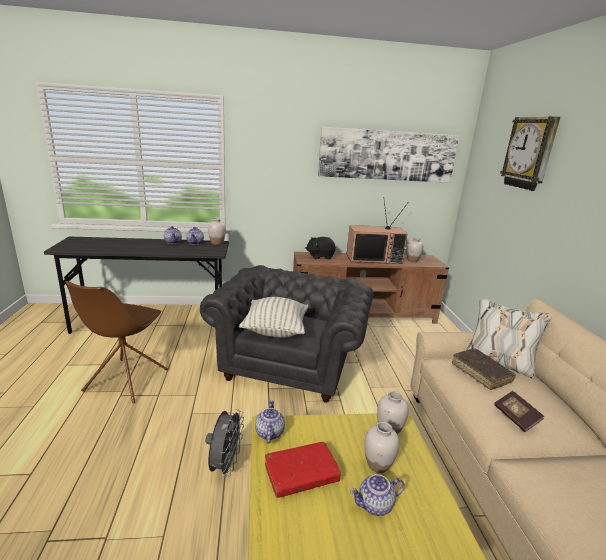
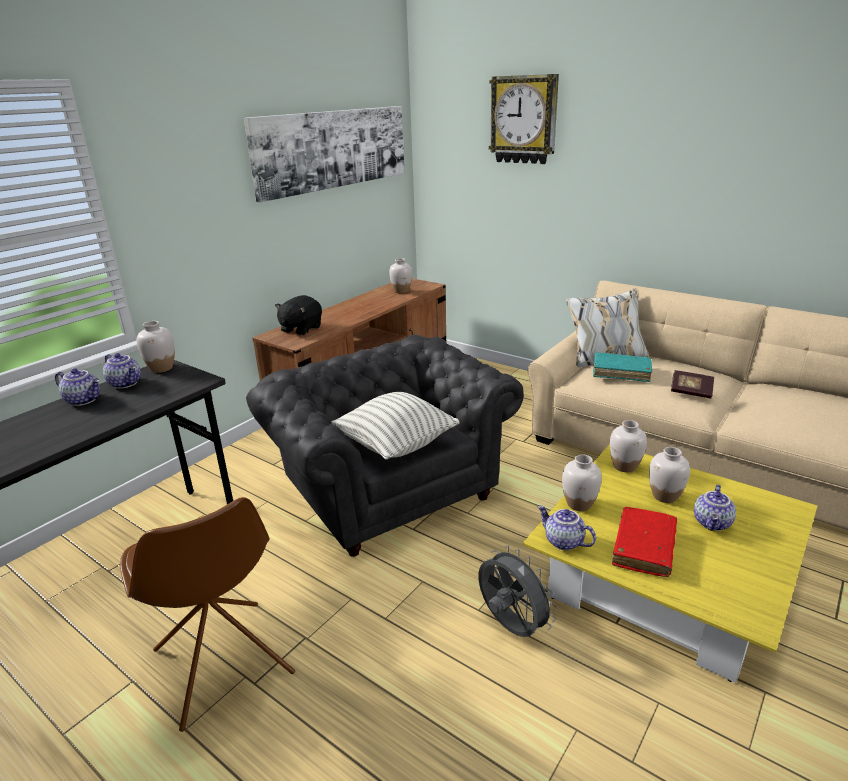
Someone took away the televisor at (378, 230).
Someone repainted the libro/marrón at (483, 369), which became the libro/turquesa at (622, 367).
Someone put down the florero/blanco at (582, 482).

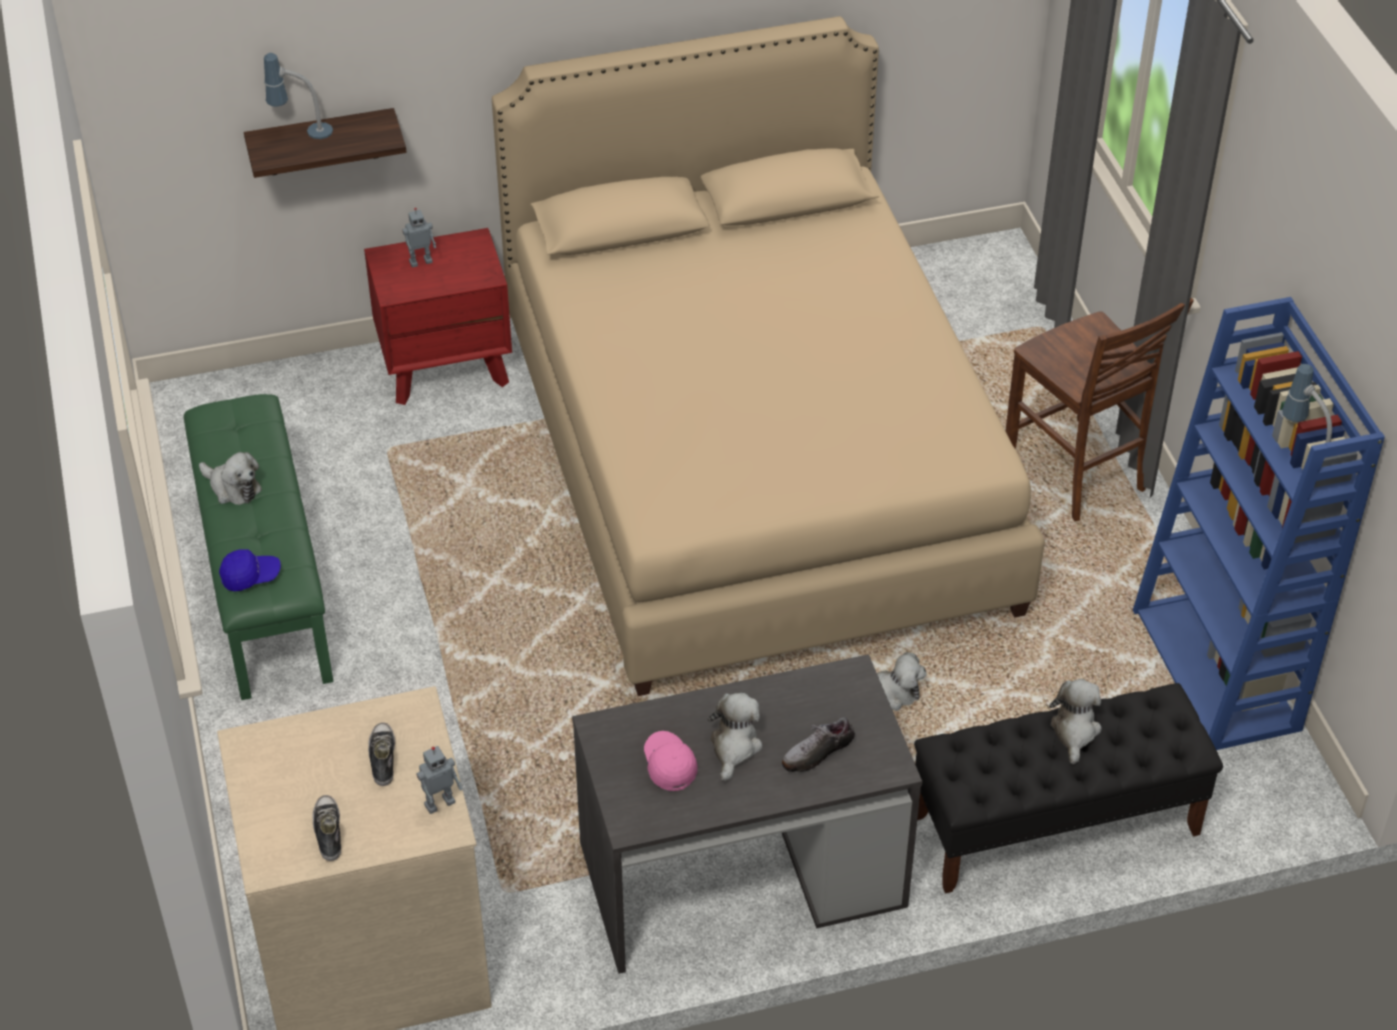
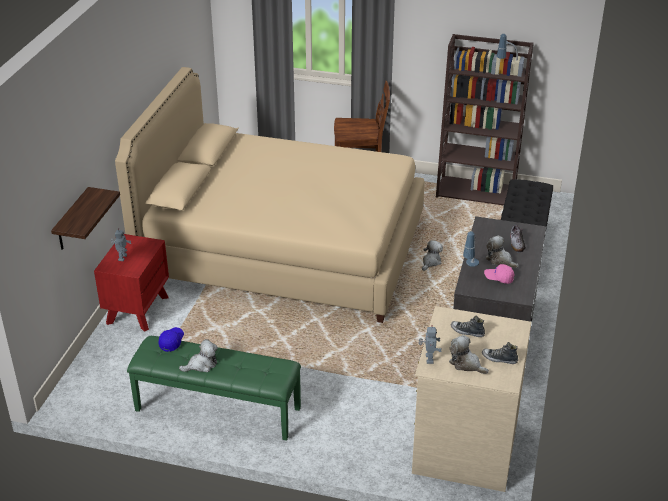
Someone carried the gorra/azul from (250, 570) to (171, 339).
Someone carried the lámpara de mesa from (298, 96) to (471, 249).
Someone carried the robot de juguete from (439, 780) to (430, 344).
Someone carried the peluche from (1075, 721) to (469, 354).
Someone repainted the estantería/azul at (1259, 523), which became the estantería/marrón at (484, 119).

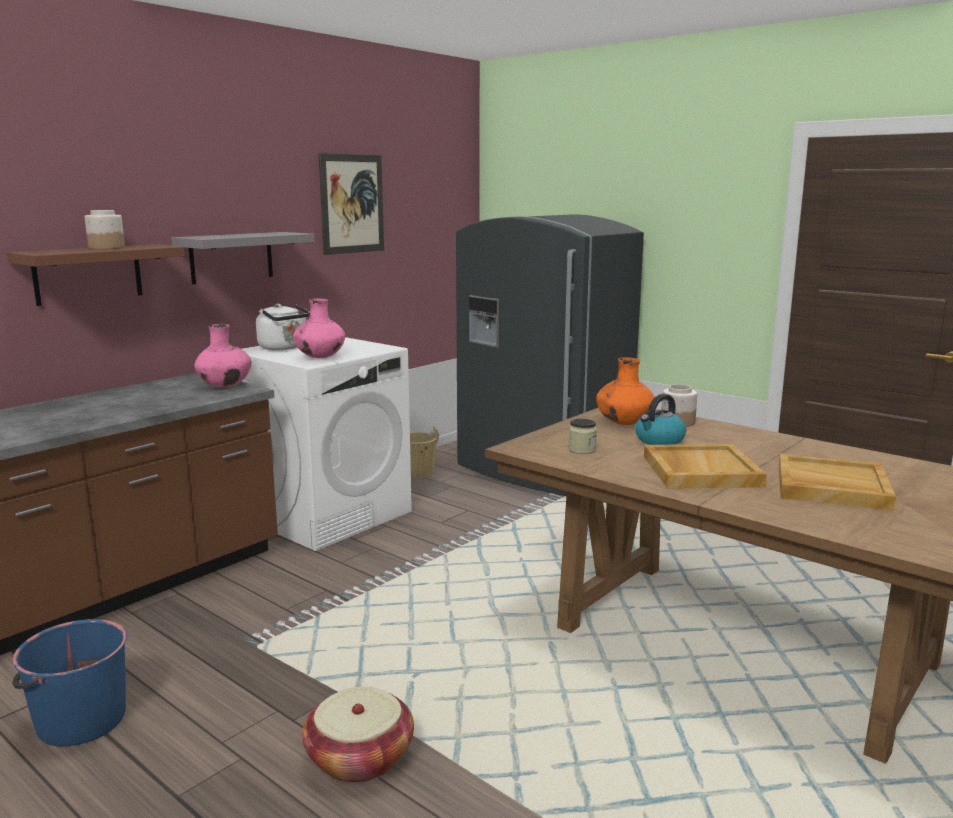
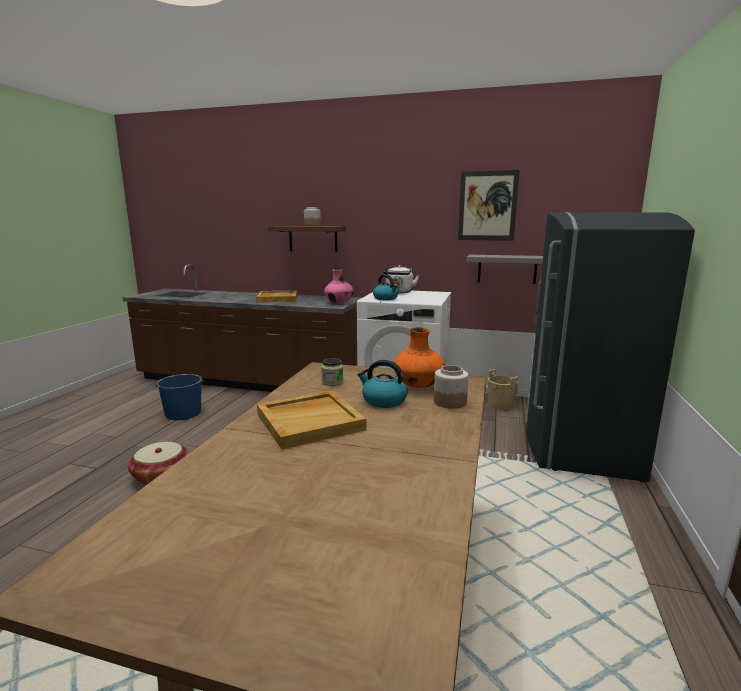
Someone carried the estante/gris from (242, 258) to (504, 269).
Someone swapped the florero/rosa at (319, 328) for the hervidor at (385, 287).
Someone carried the bandeja/beis from (837, 482) to (276, 296).

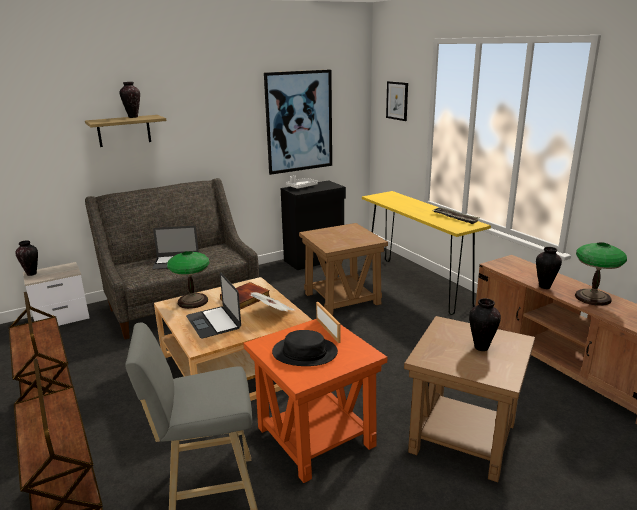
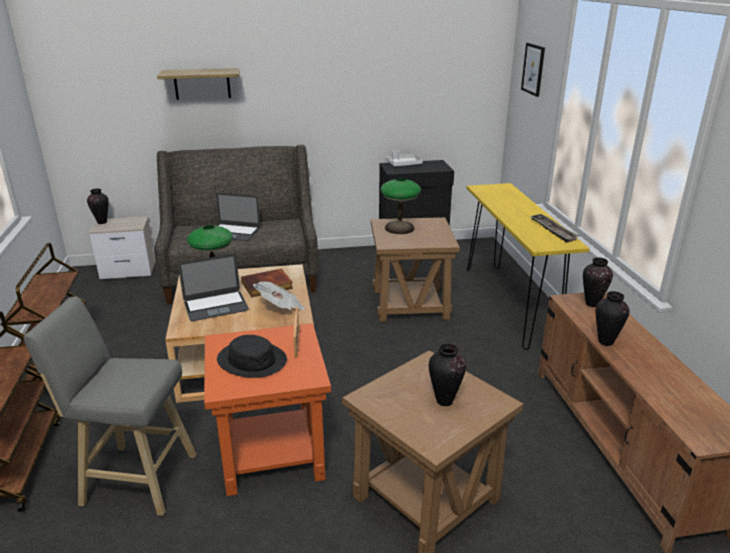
Someone carried the florero from (130, 100) to (598, 282).
Someone rotated the portátil at (213, 305) by 105 degrees counterclockwise.
Someone took away the cuadro at (298, 122).
Someone carried the lámpara de mesa from (601, 274) to (400, 206).

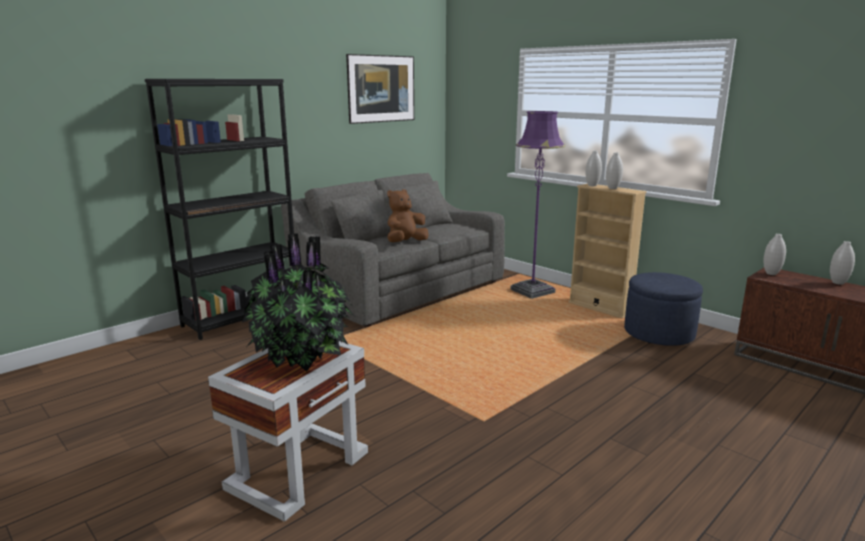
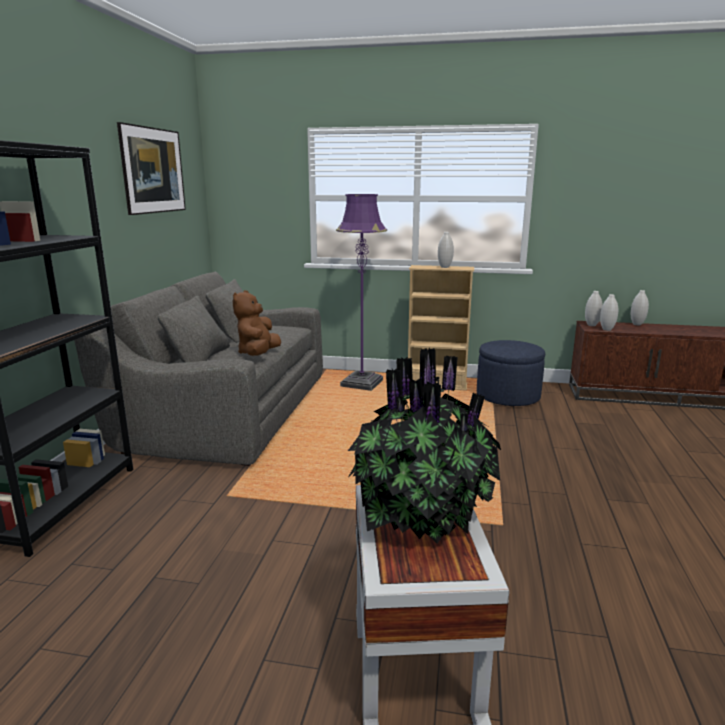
Someone carried the florero/blanco from (594, 168) to (609, 312).

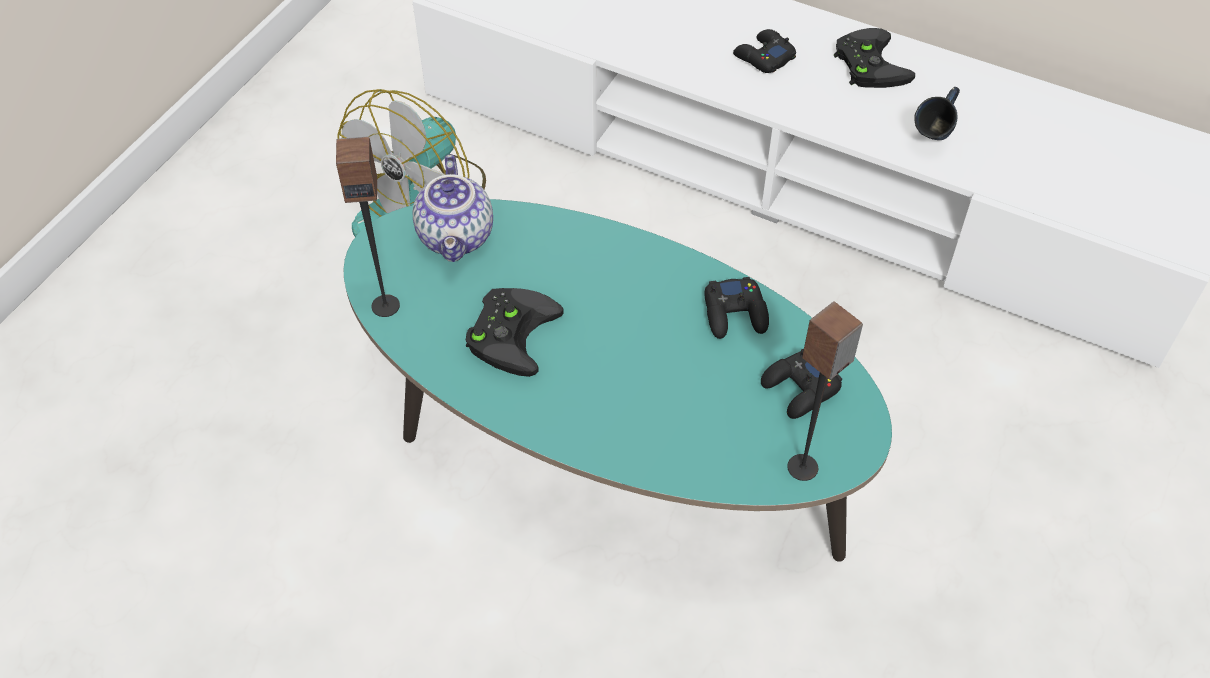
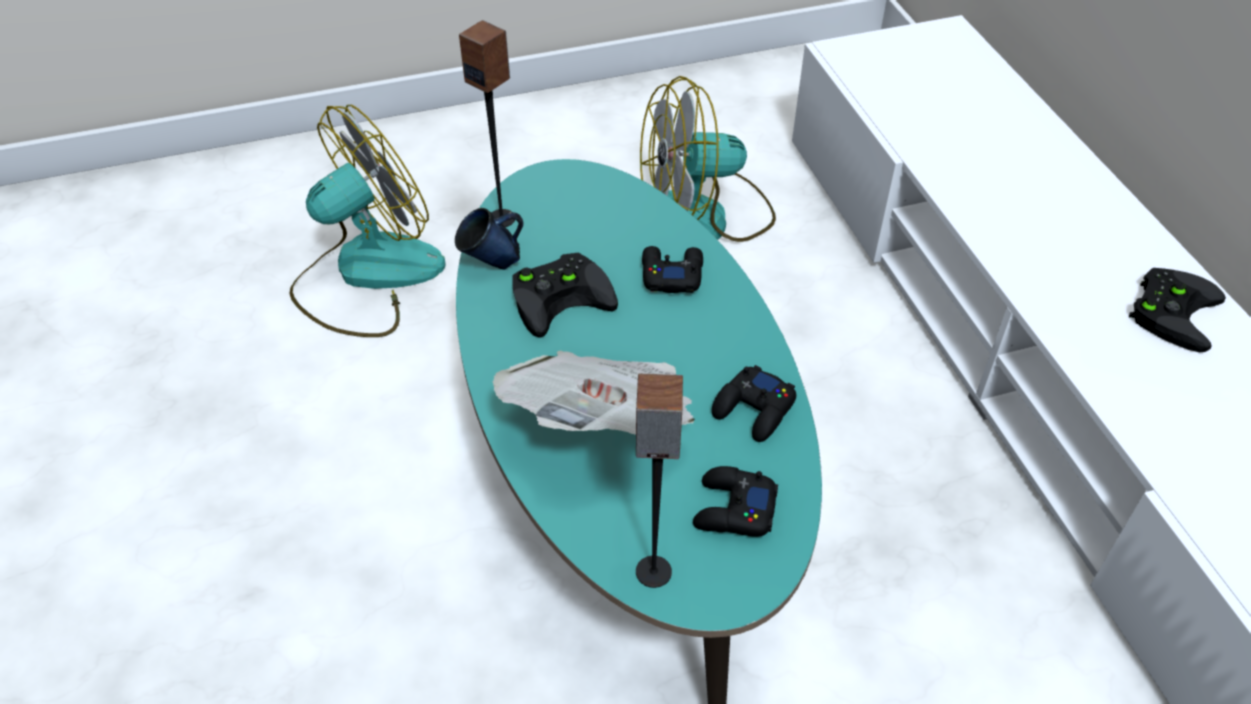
Someone took away the tetera at (453, 208).
Someone carried the mando de consola/negro from (764, 51) to (672, 269).
Someone carried the taza grande/azul from (937, 113) to (489, 239).
Someone put down the ventilador at (367, 221).
Someone put down the periódico at (594, 393).

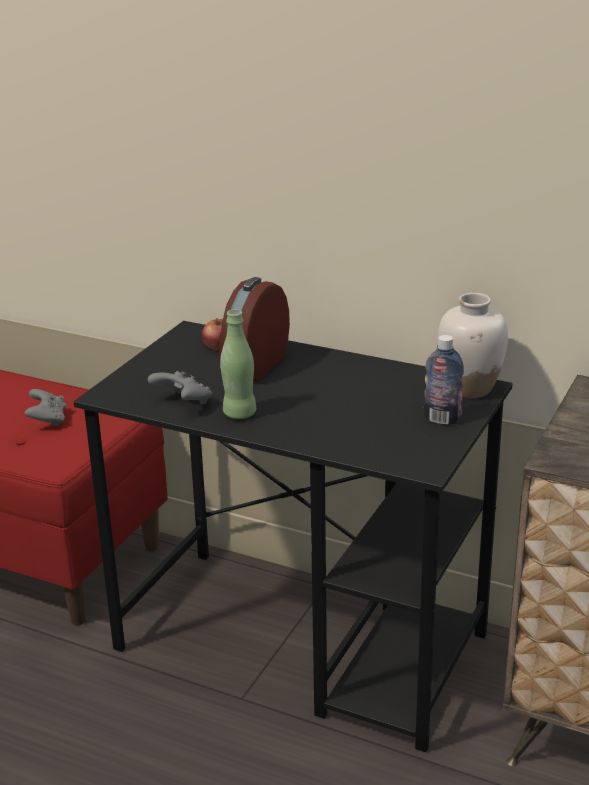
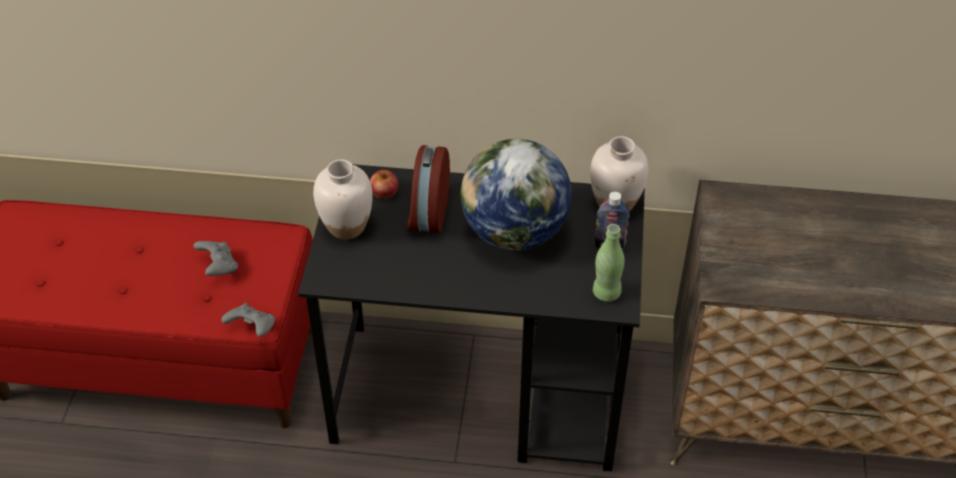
Someone carried the mando de consola/gris from (180, 387) to (248, 320).
Someone carried the botella/verde from (238, 364) to (609, 263).
Someone put down the florero/blanco at (343, 199).
Someone put down the globo terráqueo at (516, 194).

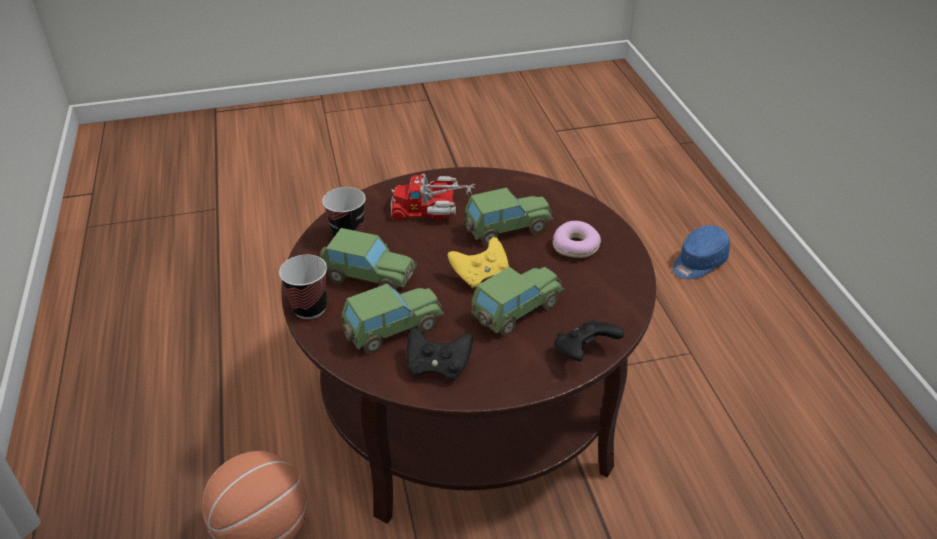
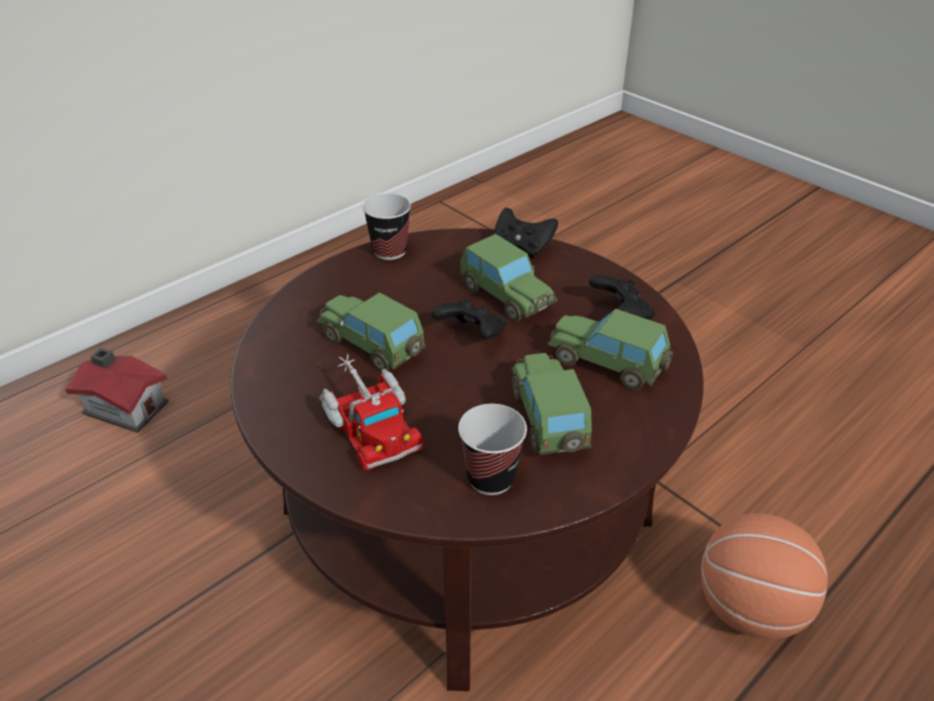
Someone carried the taza from (303, 287) to (386, 227).
Someone repainted the mando de consola/amarillo at (478, 263), which became the mando de consola/negro at (469, 318).
Someone rotated the coche de juguete at (517, 301) by 150 degrees counterclockwise.
Someone took away the rosquilla at (577, 239).
Someone swapped the gorra/azul at (701, 252) for the casita at (116, 390).

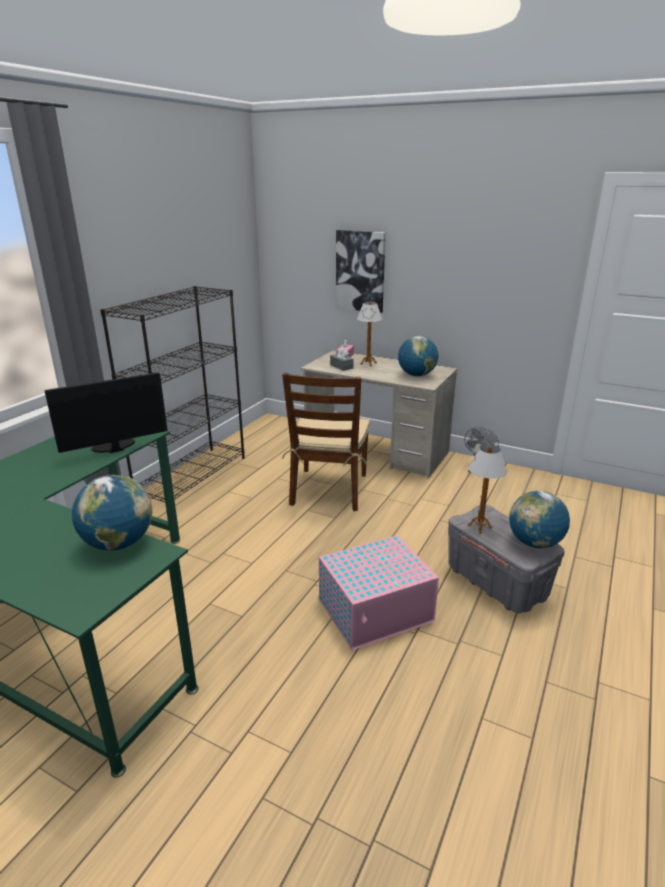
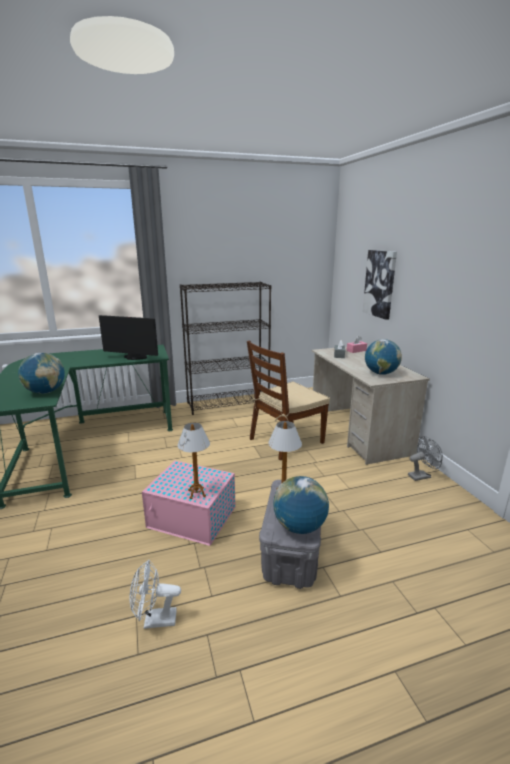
Someone carried the lámpara de mesa from (369, 333) to (194, 461).
Someone put down the ventilador/blanco at (155, 594).

